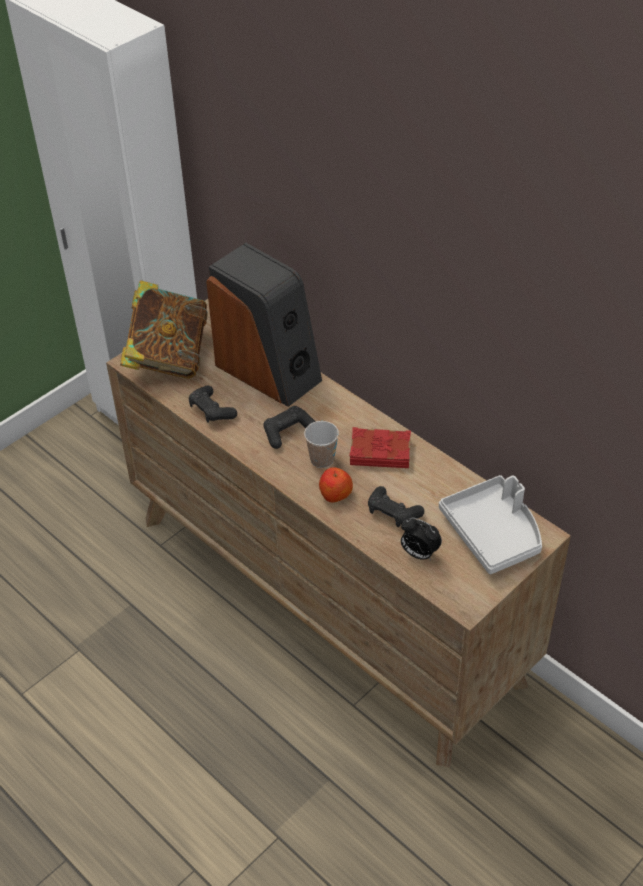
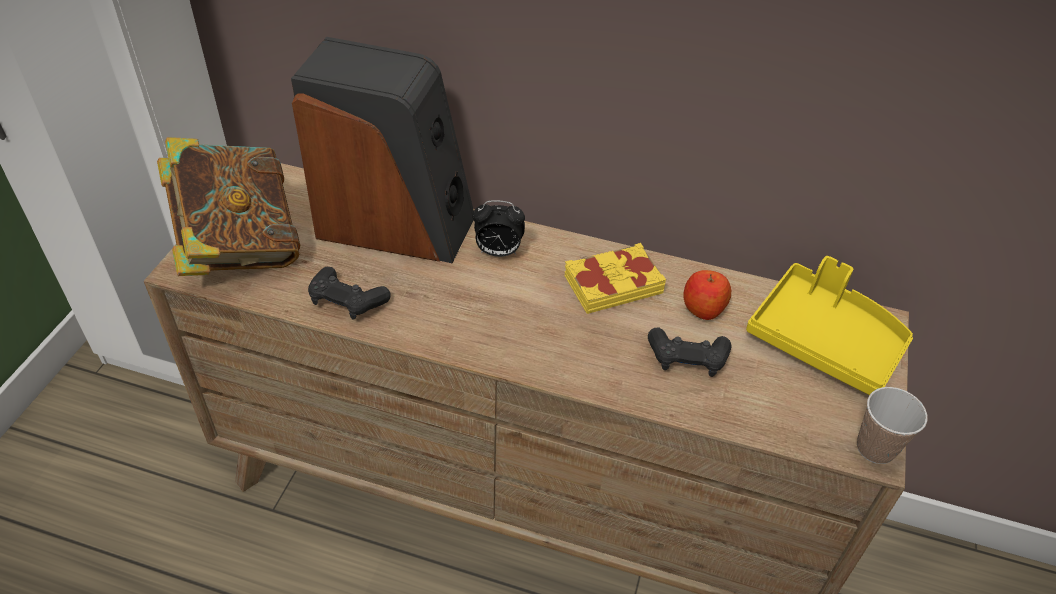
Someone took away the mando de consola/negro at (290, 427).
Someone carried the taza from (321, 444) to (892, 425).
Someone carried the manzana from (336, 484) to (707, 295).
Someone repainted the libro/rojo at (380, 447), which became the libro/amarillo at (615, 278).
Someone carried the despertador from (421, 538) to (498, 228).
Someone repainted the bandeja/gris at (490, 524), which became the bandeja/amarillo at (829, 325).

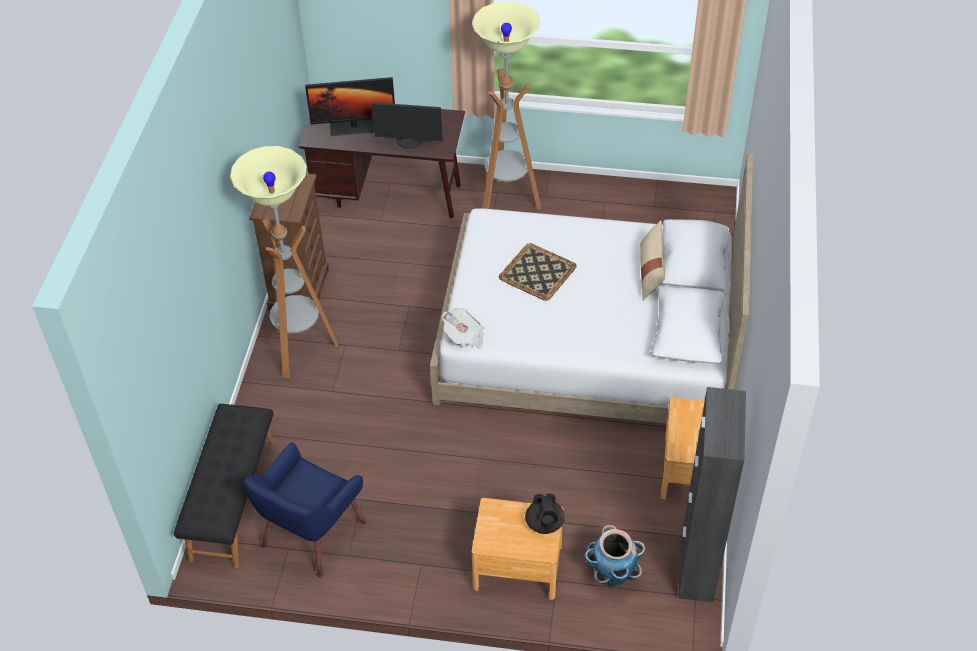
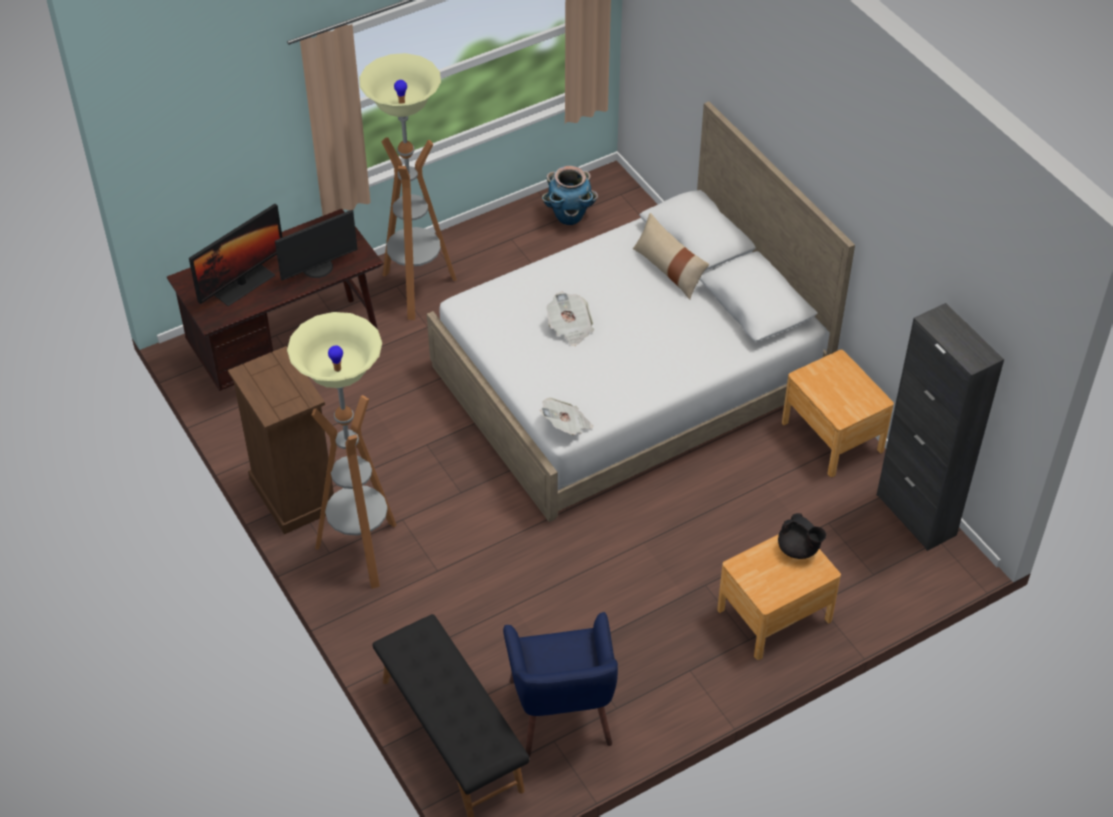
Someone swapped the bandeja at (538, 272) for the periódico at (570, 319).
Someone carried the maceta from (615, 555) to (570, 195).

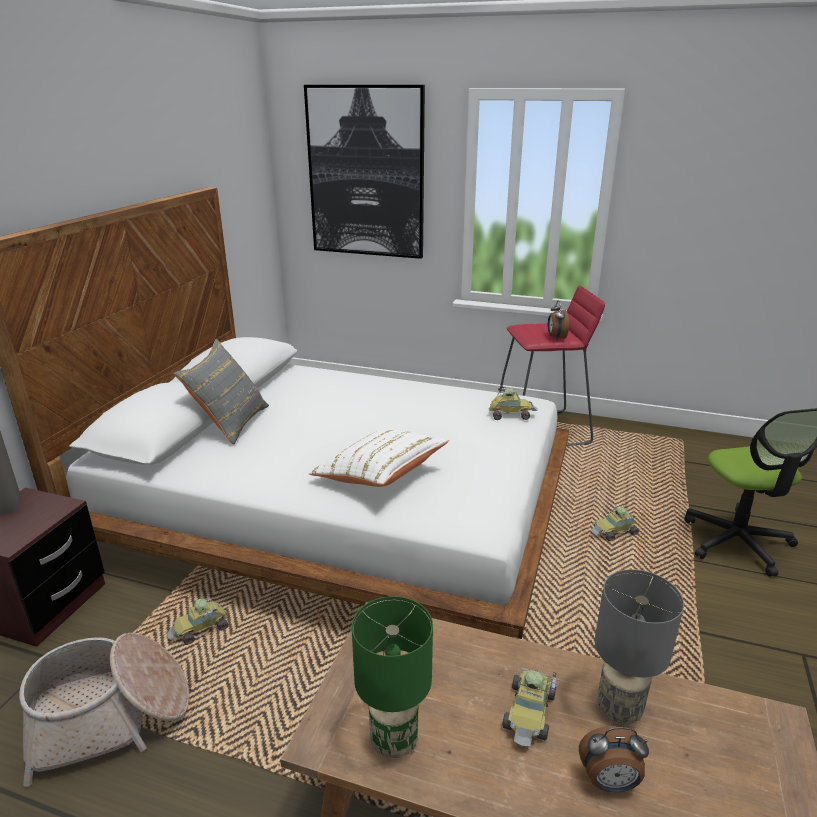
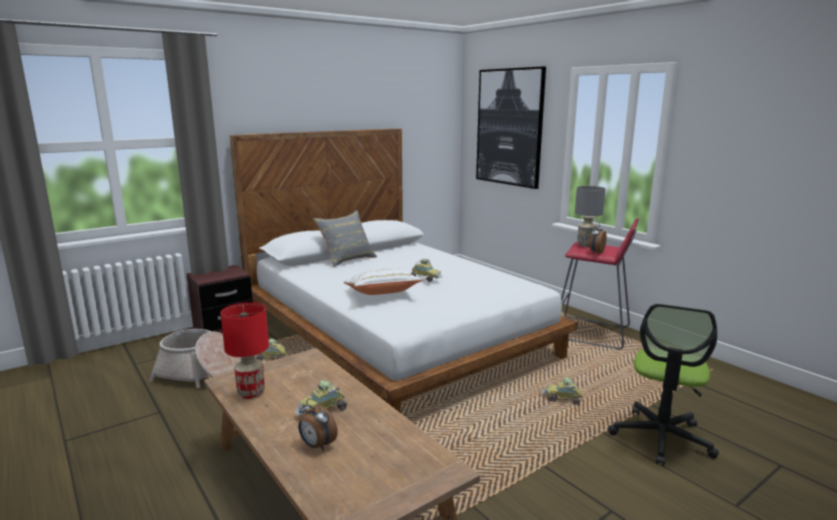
Someone repainted the lámpara de mesa/verde at (392, 677), which became the lámpara de mesa/rojo at (245, 350).
Someone carried the coche de juguete from (513, 403) to (426, 270).
Someone carried the lámpara de mesa/gris from (639, 646) to (590, 216).

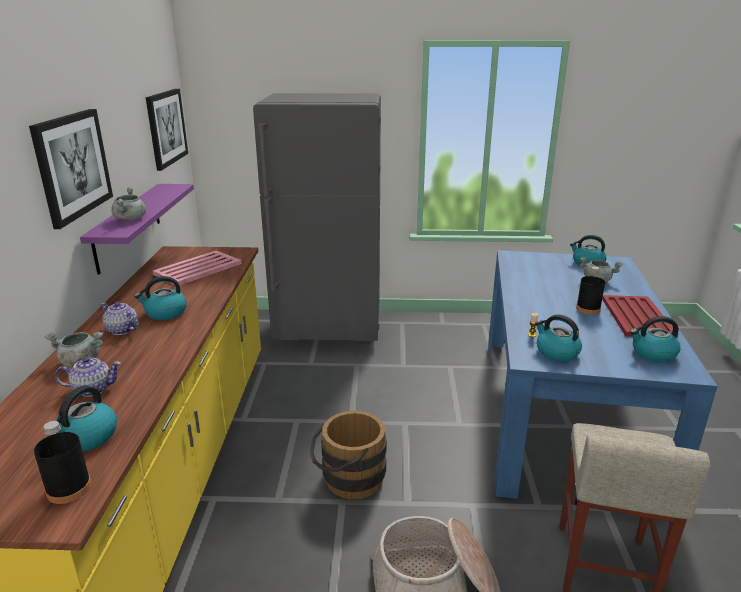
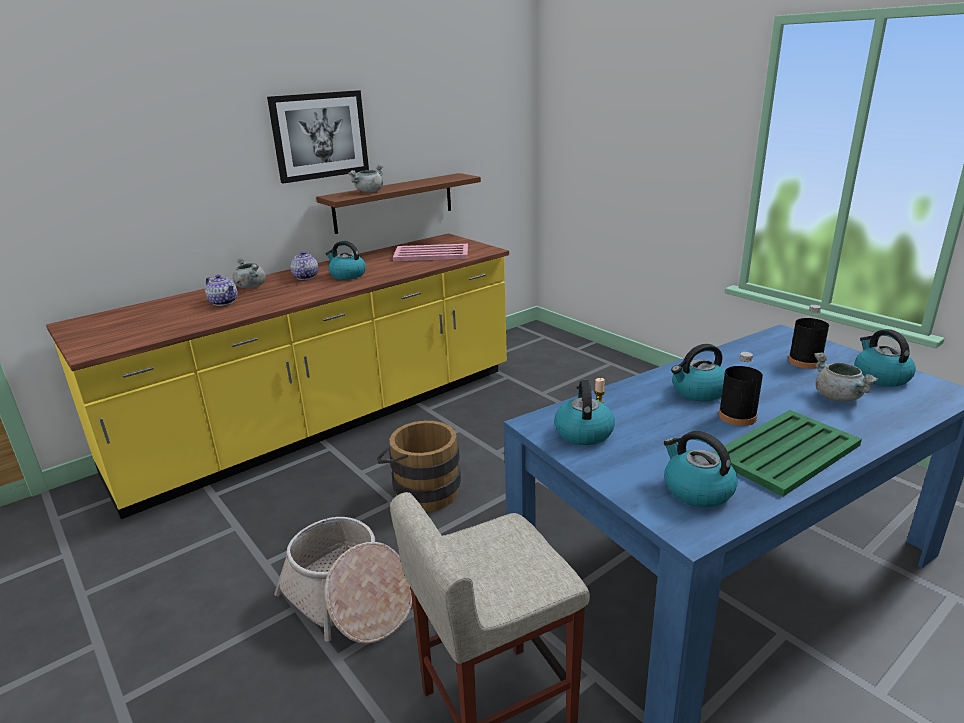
Someone carried the botella/negro from (62, 462) to (808, 337).
Someone carried the hervidor from (86, 418) to (698, 373).
Someone repainted the estante/morado at (137, 229), which became the estante/marrón at (398, 203).
Someone took away the cuadro at (167, 129).
Someone took away the nevera/gris at (317, 217).
Someone repainted the bandeja/rojo at (640, 316), which became the bandeja/verde at (787, 453).

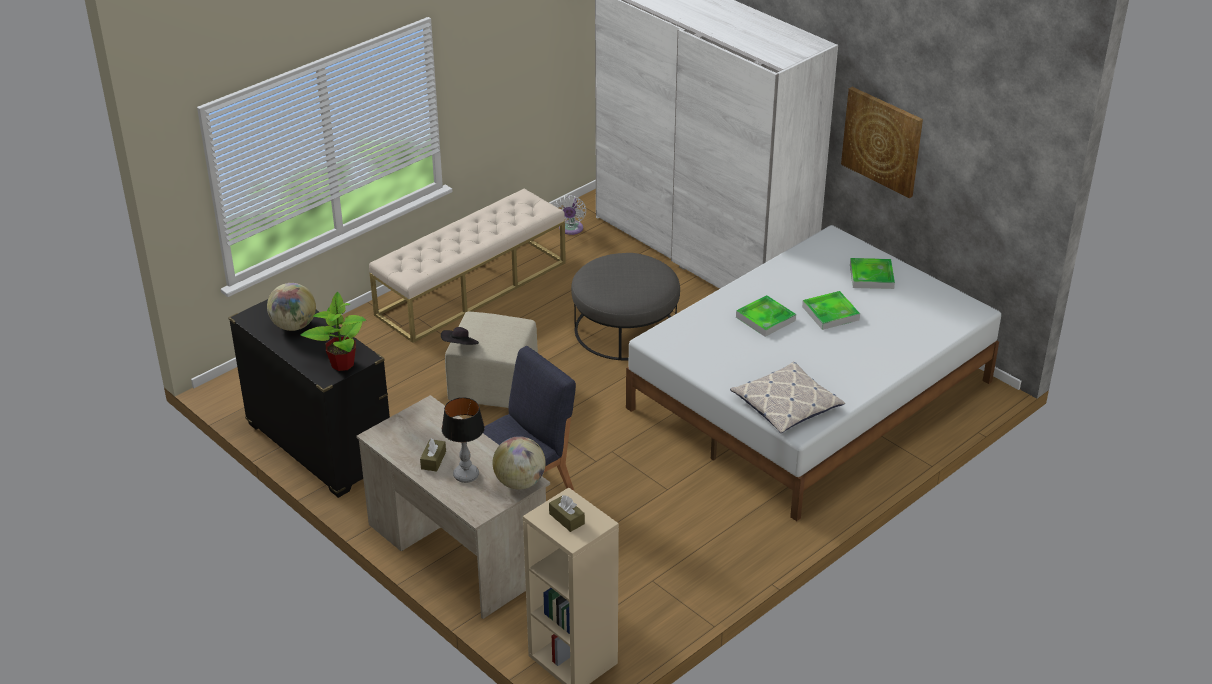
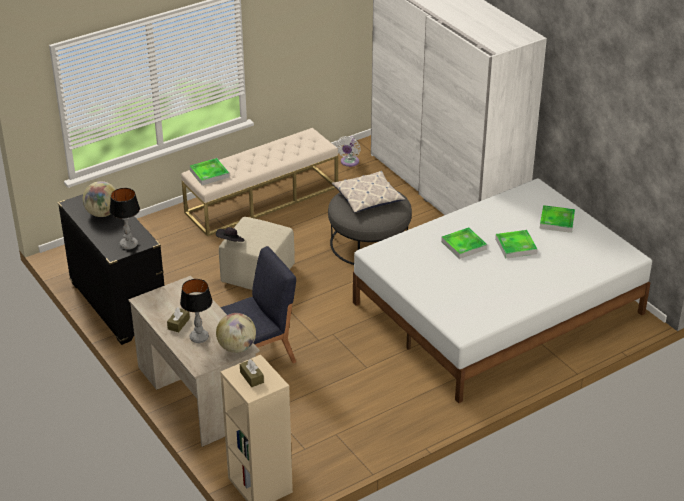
Someone swapped the planta en maceta at (333, 331) for the lámpara de mesa at (125, 219).
Someone carried the cojín from (787, 397) to (368, 192).
Someone took away the cuadro at (882, 142).
Someone put down the bandeja at (210, 171).

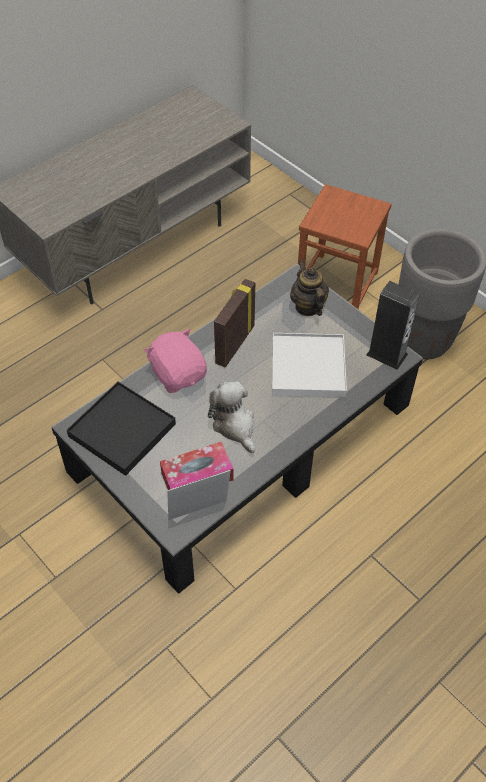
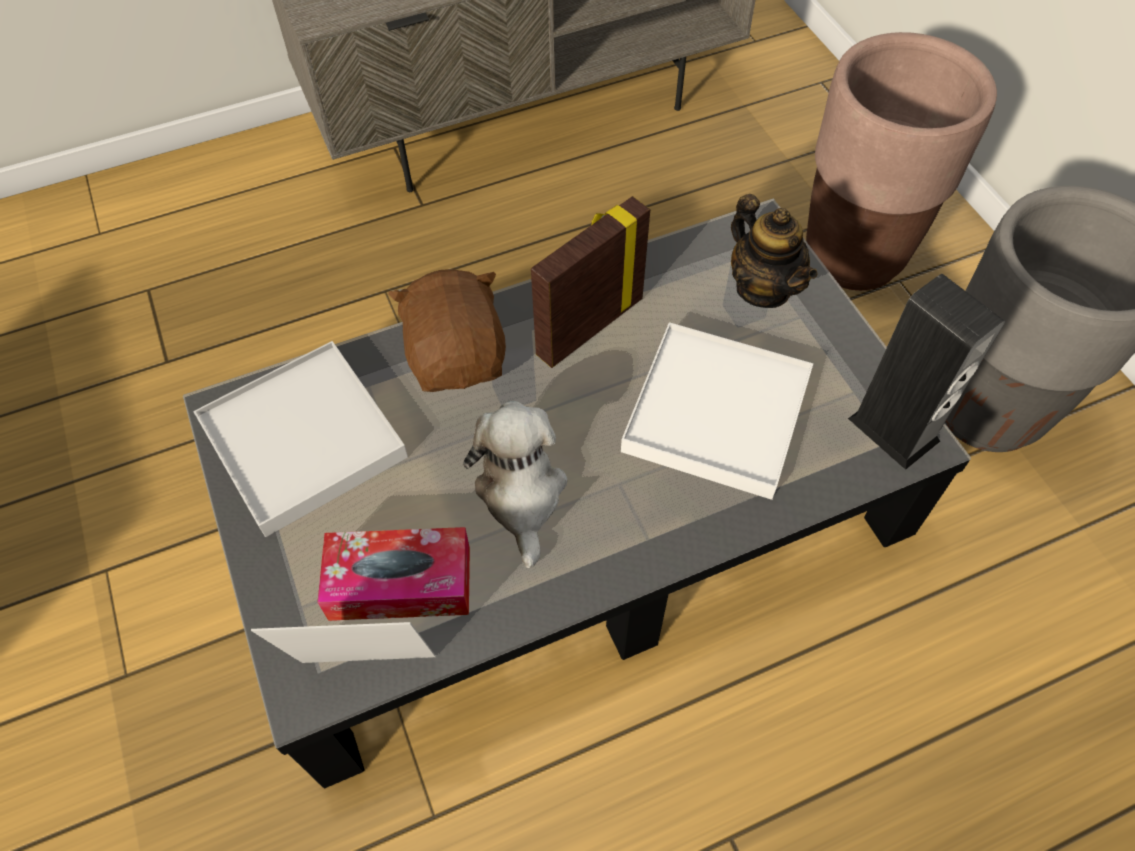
Someone repainted the bandeja/negro at (121, 429), which became the bandeja/blanco at (300, 439).
Someone repainted the peluche/rosa at (175, 361), which became the peluche/marrón at (447, 330).
Someone rotated the tetera at (309, 288) by 150 degrees clockwise.
Someone swapped the taburete/marrón at (345, 246) for the maceta/marrón at (901, 161).

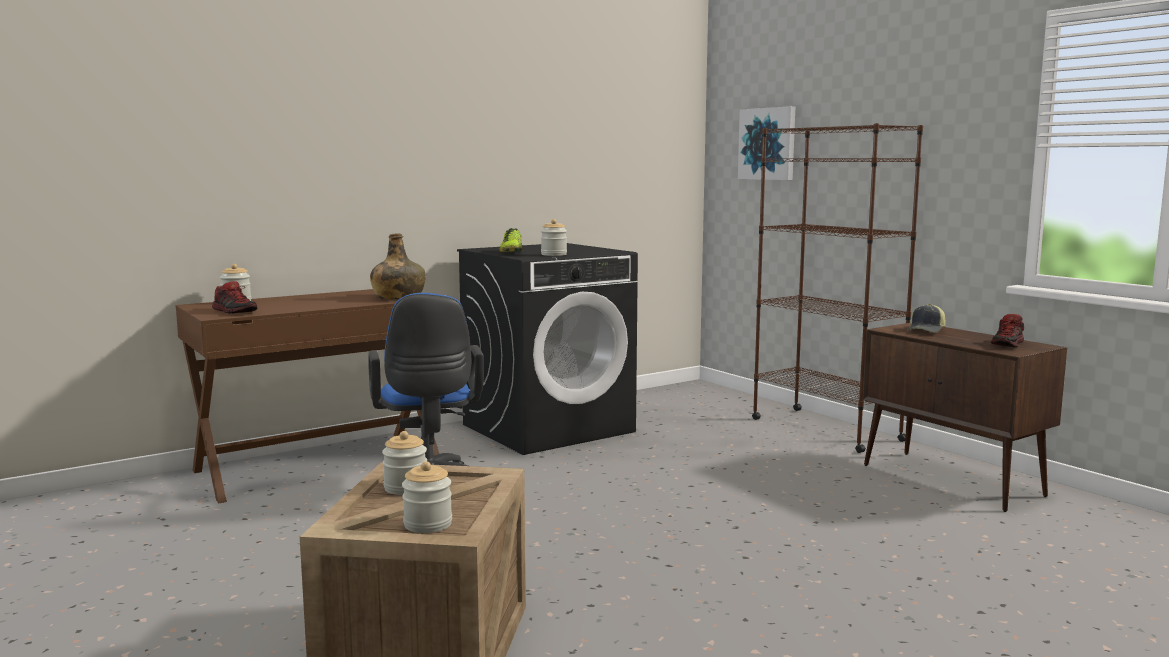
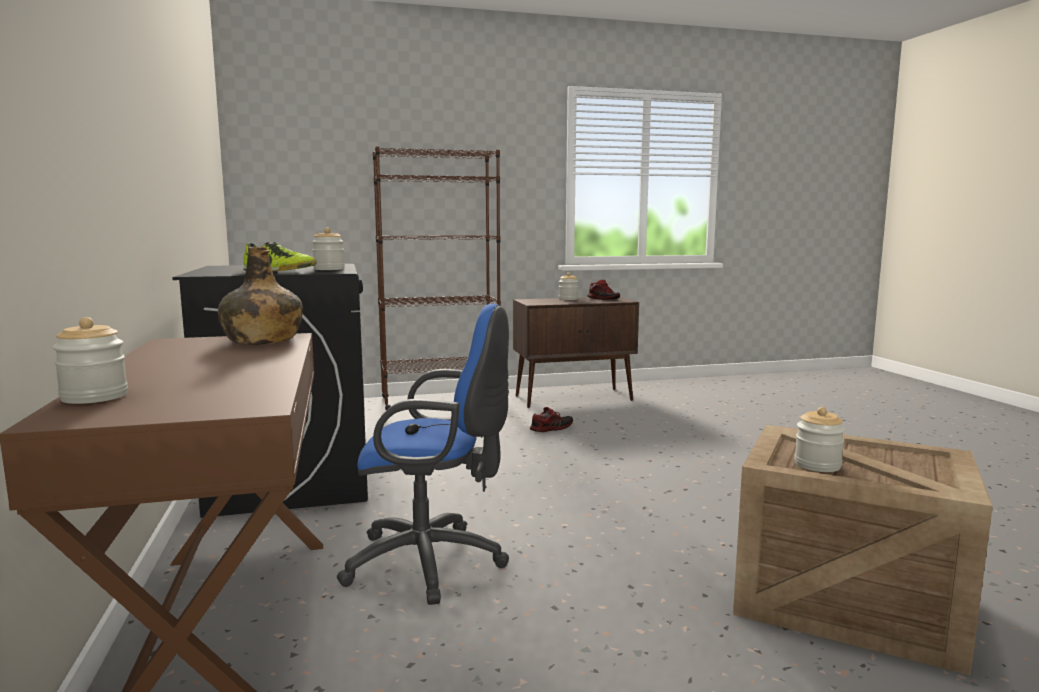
Someone carried the zapato from (234, 297) to (551, 419).
Someone carried the tarro from (427, 497) to (568, 286).
Someone took away the cuadro at (766, 143).
Someone took away the gorra at (926, 318).

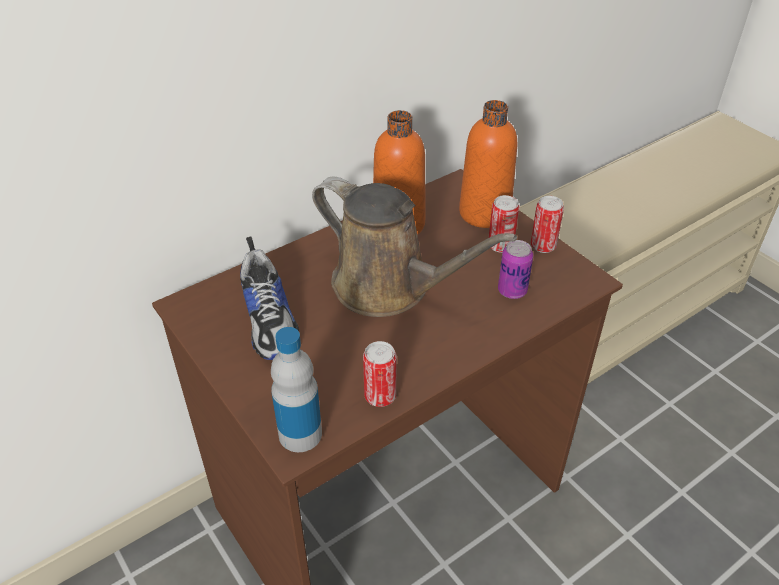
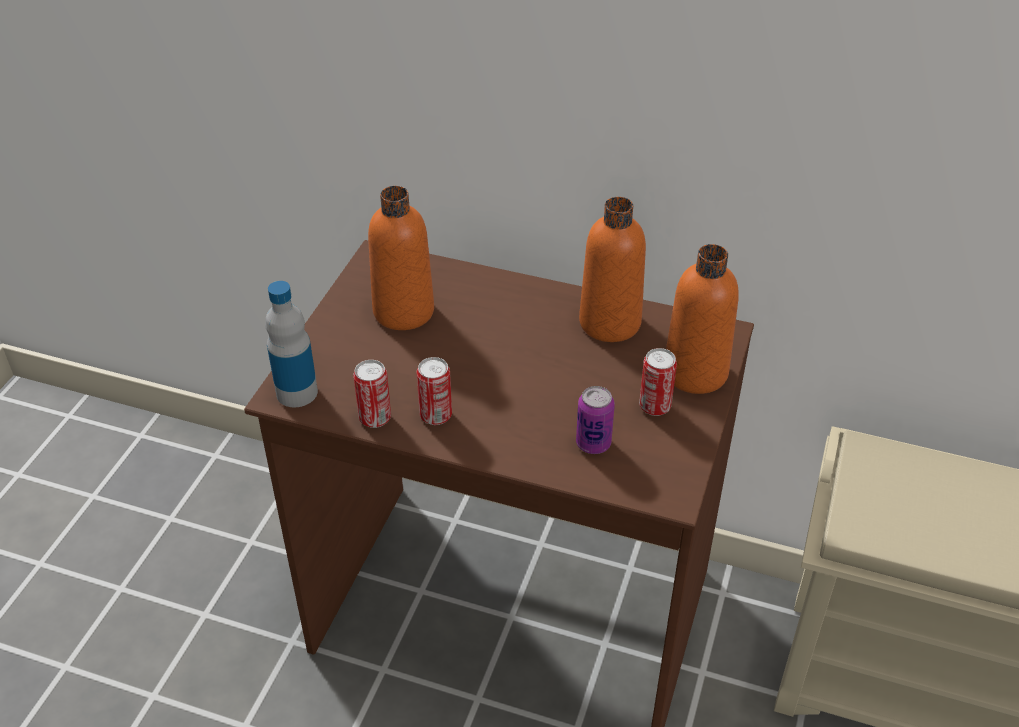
Someone swapped the zapato at (269, 298) for the botella/naranja at (401, 258).
Someone took away the regadera/marrón at (414, 247).
Someone carried the lata from (547, 224) to (434, 391).

